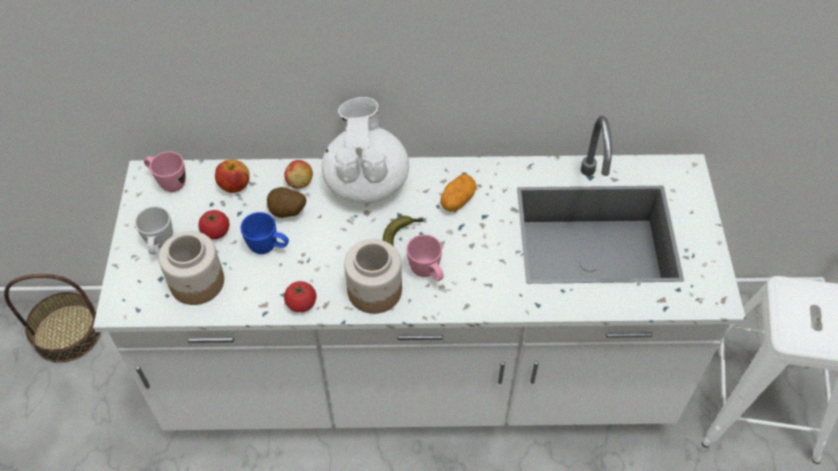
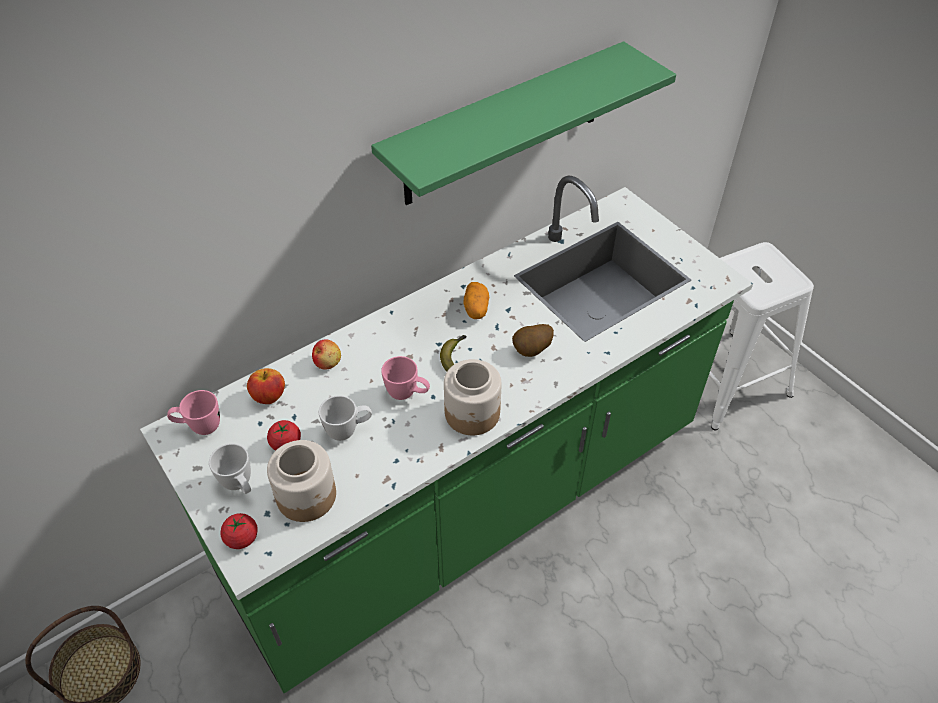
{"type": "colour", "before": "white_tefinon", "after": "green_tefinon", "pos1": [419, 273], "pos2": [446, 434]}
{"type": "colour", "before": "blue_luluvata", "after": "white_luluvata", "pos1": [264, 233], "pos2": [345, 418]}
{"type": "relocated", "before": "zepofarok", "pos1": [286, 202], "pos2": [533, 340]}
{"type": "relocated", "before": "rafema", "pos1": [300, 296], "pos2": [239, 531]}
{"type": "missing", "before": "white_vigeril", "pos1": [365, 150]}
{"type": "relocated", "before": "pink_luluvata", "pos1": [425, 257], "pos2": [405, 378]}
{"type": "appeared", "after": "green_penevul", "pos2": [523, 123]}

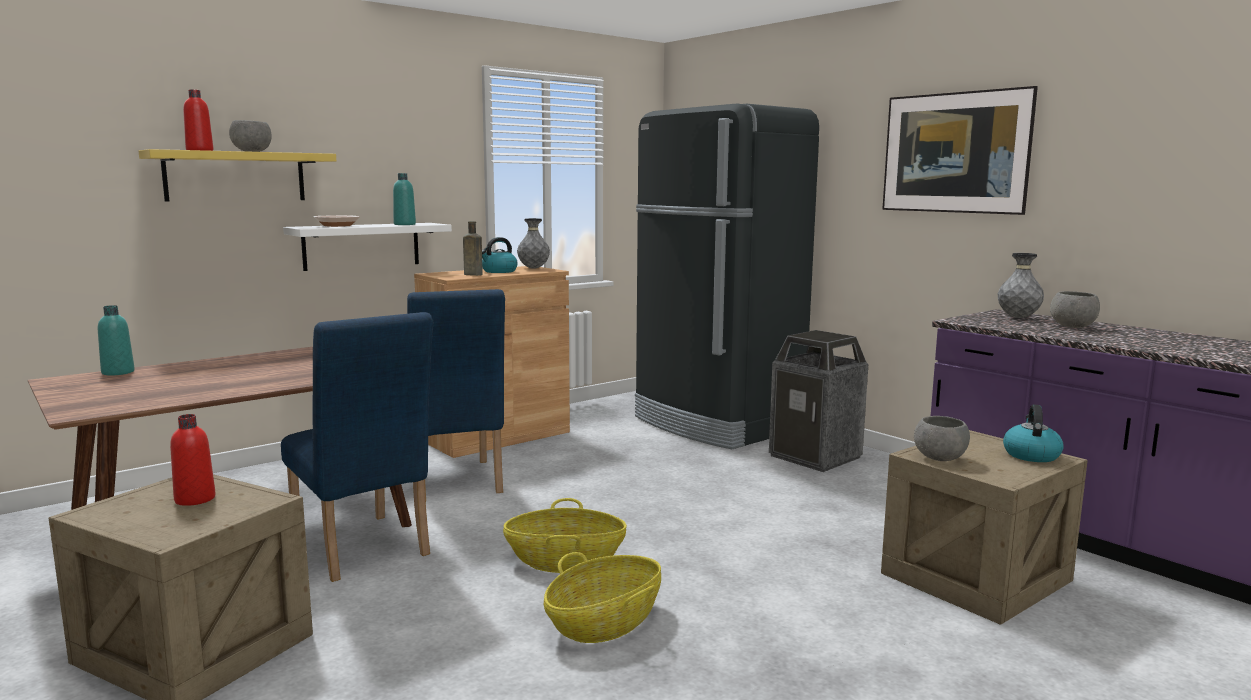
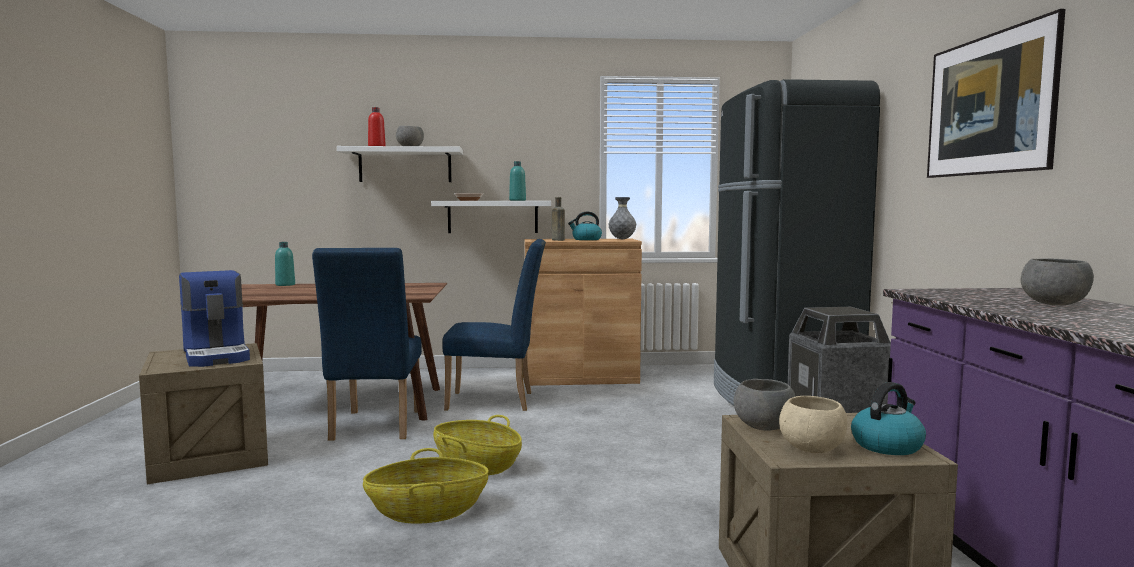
{"type": "colour", "before": "yellow_penevul", "after": "white_penevul", "pos1": [237, 175], "pos2": [400, 164]}
{"type": "exchanged", "before": "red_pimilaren", "after": "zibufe", "pos1": [193, 460], "pos2": [214, 318]}
{"type": "spun", "before": "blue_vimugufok", "pos1": [456, 393], "pos2": [494, 325], "turn": -105}
{"type": "missing", "before": "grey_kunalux", "pos1": [1021, 285]}
{"type": "appeared", "after": "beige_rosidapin", "pos2": [813, 424]}

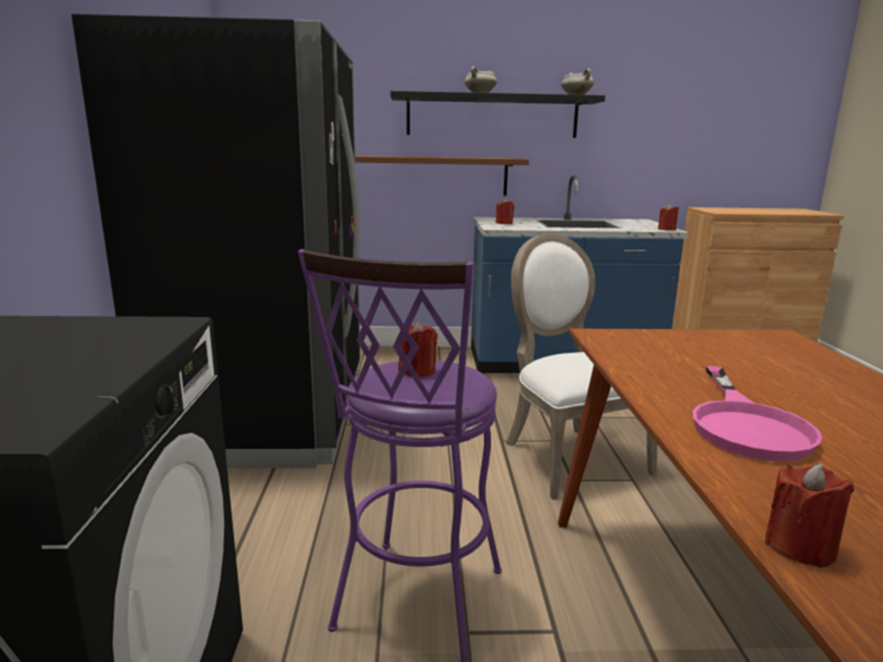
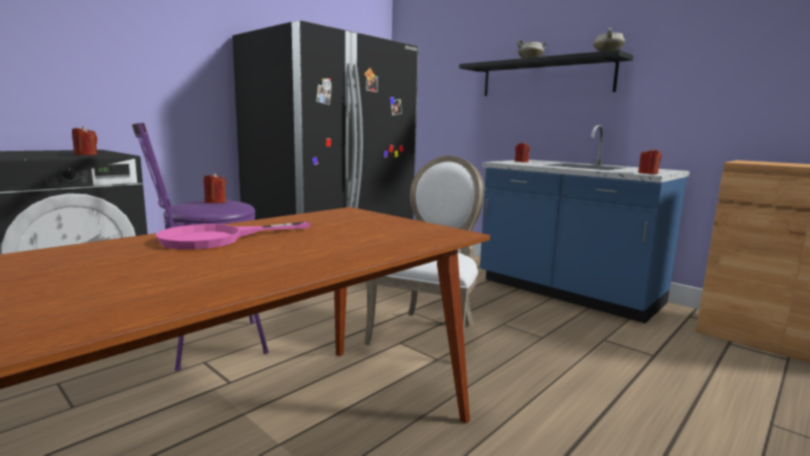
{"type": "missing", "before": "brown_penevul", "pos1": [442, 176]}
{"type": "relocated", "before": "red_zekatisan", "pos1": [809, 516], "pos2": [84, 140]}

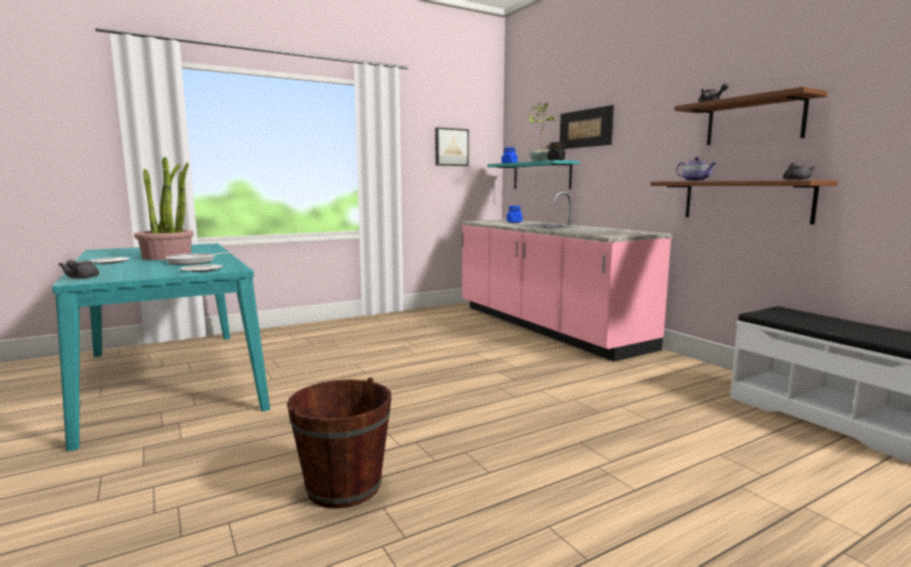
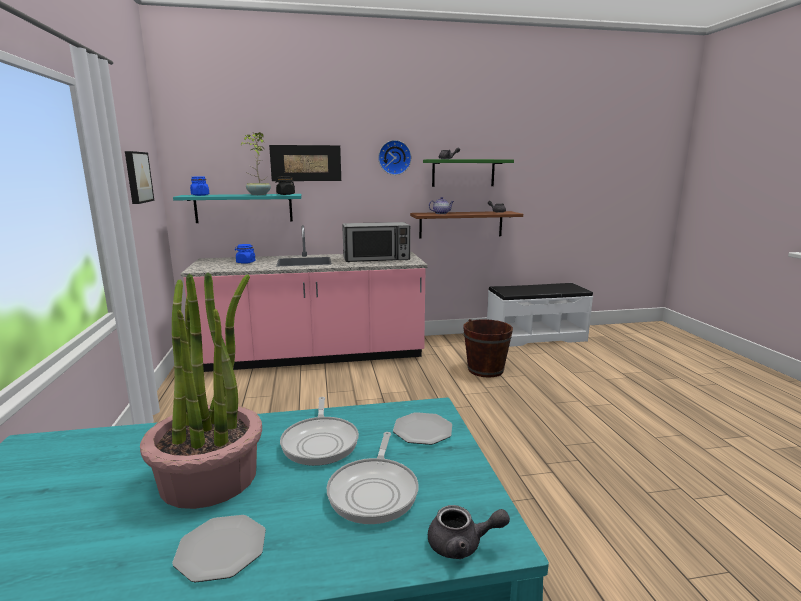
{"type": "relocated", "before": "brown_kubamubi", "pos1": [339, 443], "pos2": [488, 348]}
{"type": "colour", "before": "brown_penevul", "after": "green_penevul", "pos1": [751, 116], "pos2": [468, 173]}
{"type": "appeared", "after": "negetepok", "pos2": [372, 478]}
{"type": "appeared", "after": "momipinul", "pos2": [376, 242]}
{"type": "appeared", "after": "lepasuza", "pos2": [395, 157]}

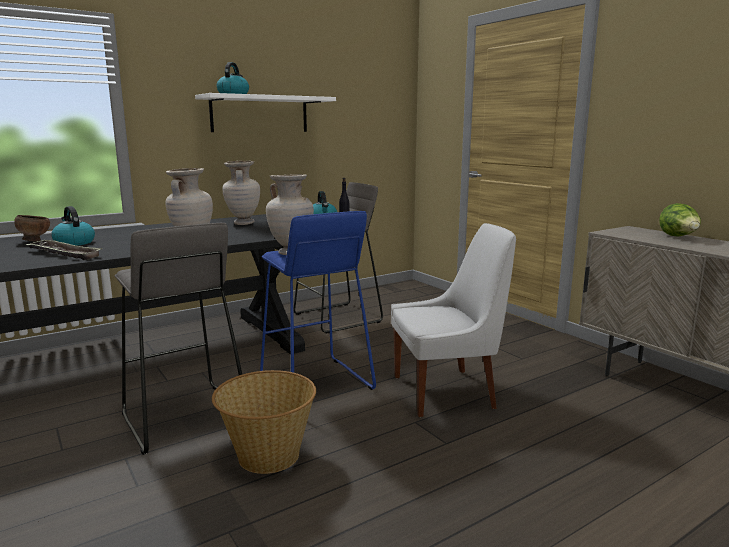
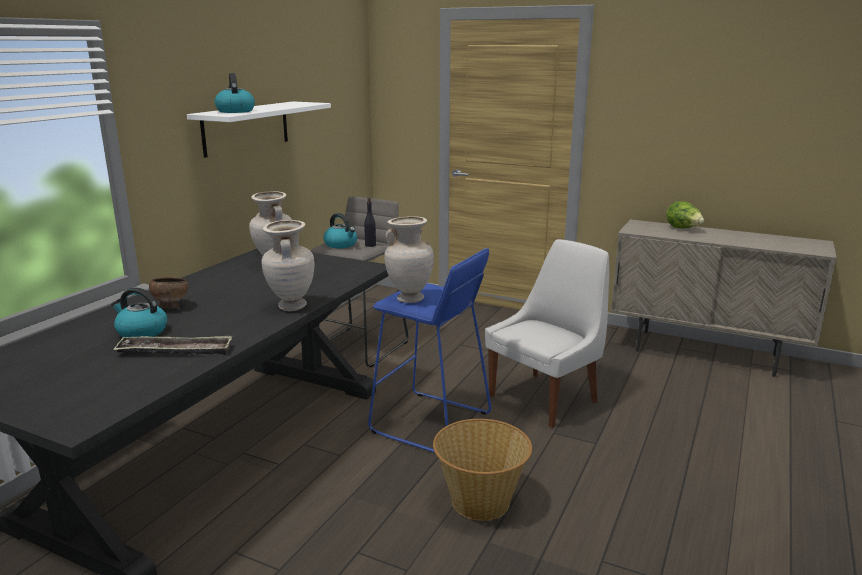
{"type": "relocated", "before": "brown_rosidapin", "pos1": [32, 228], "pos2": [168, 293]}
{"type": "missing", "before": "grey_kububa", "pos1": [178, 338]}

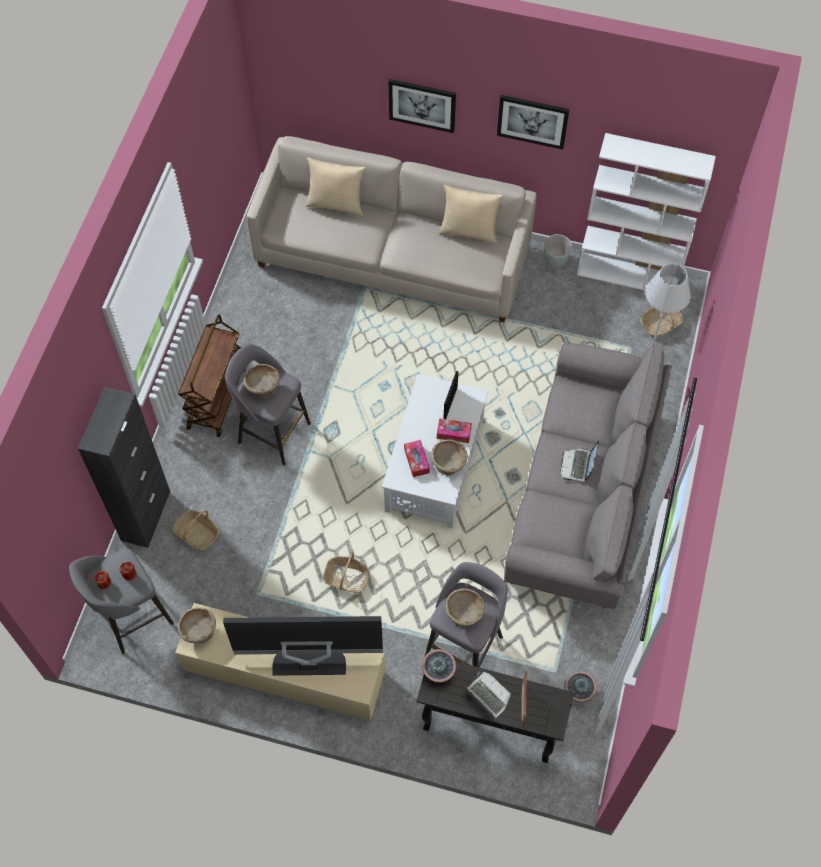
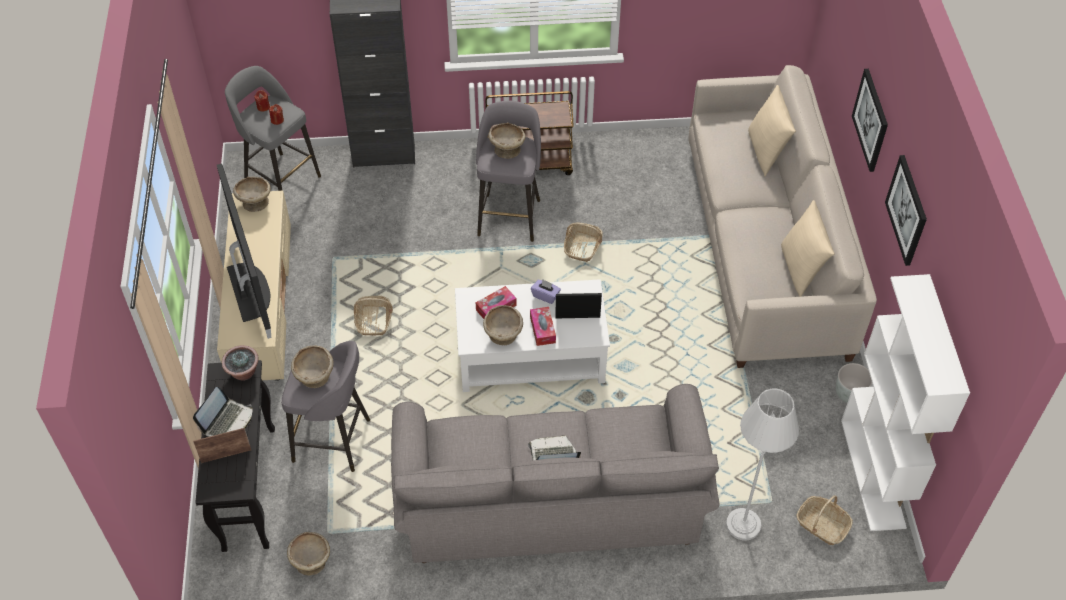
{"type": "relocated", "before": "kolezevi", "pos1": [196, 530], "pos2": [583, 242]}
{"type": "exchanged", "before": "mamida", "after": "beige_rosidapin", "pos1": [581, 686], "pos2": [308, 554]}
{"type": "appeared", "after": "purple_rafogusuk", "pos2": [546, 291]}

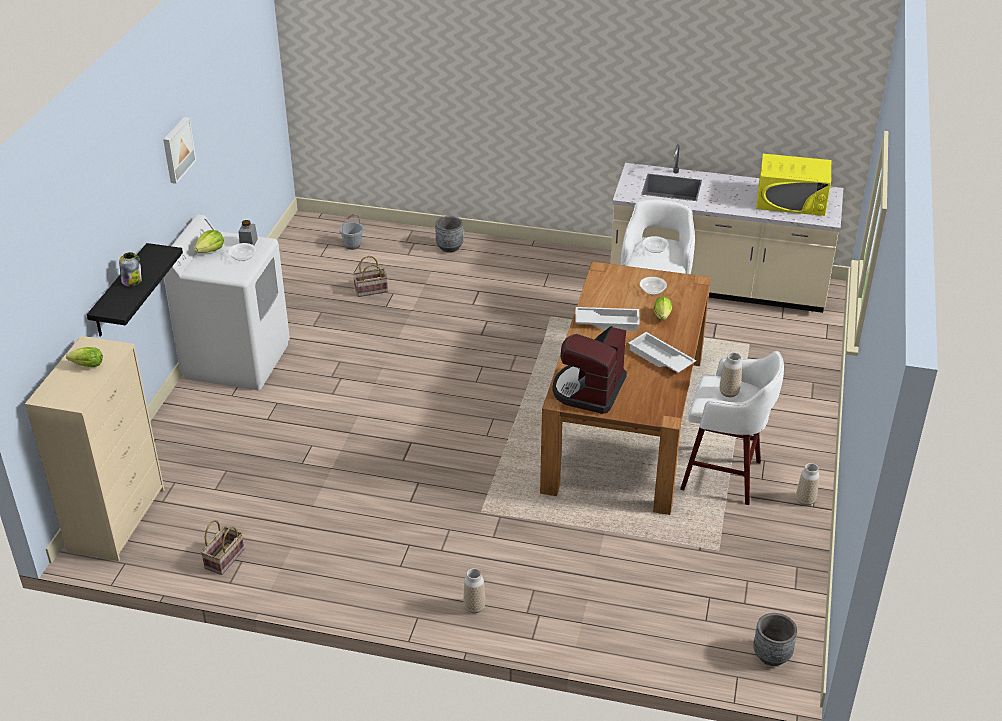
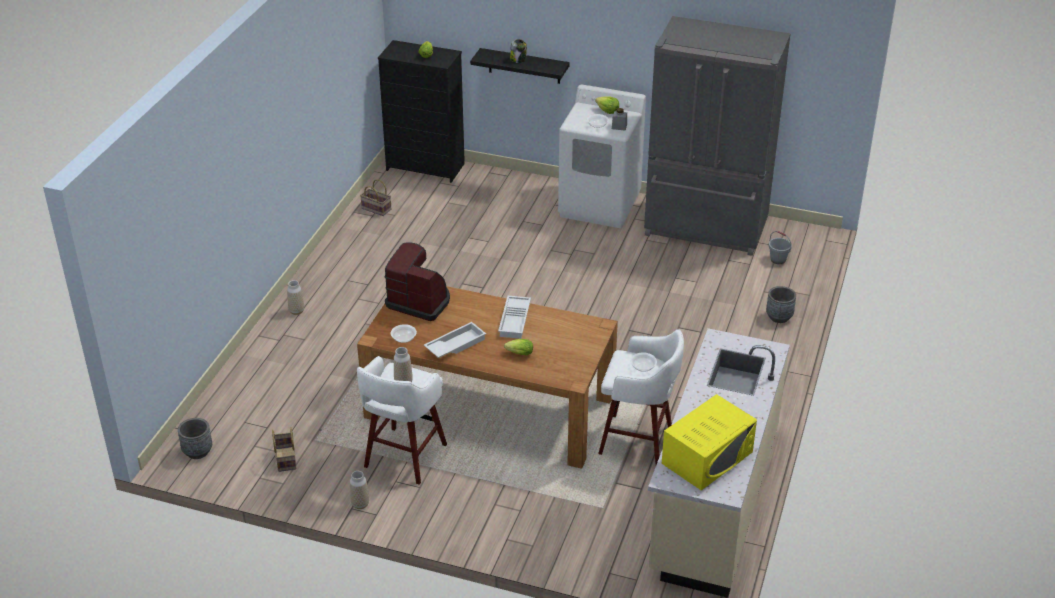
{"type": "colour", "before": "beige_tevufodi", "after": "black_tevufodi", "pos1": [95, 448], "pos2": [421, 111]}
{"type": "missing", "before": "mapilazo", "pos1": [179, 150]}
{"type": "relocated", "before": "kolezevi", "pos1": [370, 276], "pos2": [284, 449]}
{"type": "relocated", "before": "rosidapin", "pos1": [653, 286], "pos2": [404, 333]}
{"type": "spun", "before": "yellow_momipinul", "pos1": [793, 185], "pos2": [709, 442], "turn": -150}
{"type": "appeared", "after": "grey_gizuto", "pos2": [717, 136]}

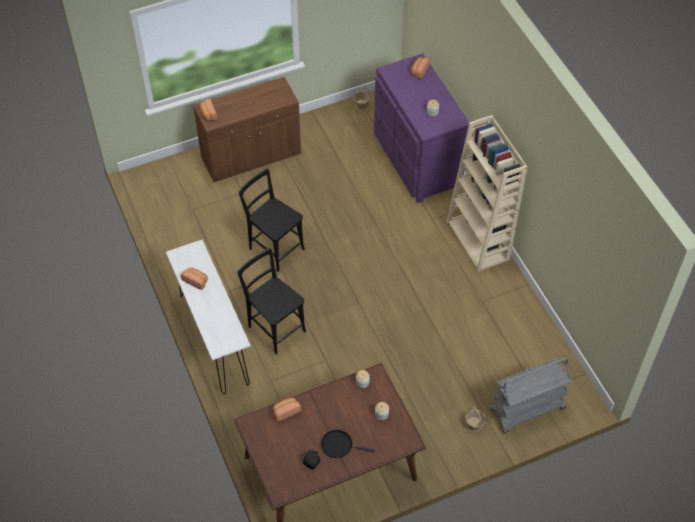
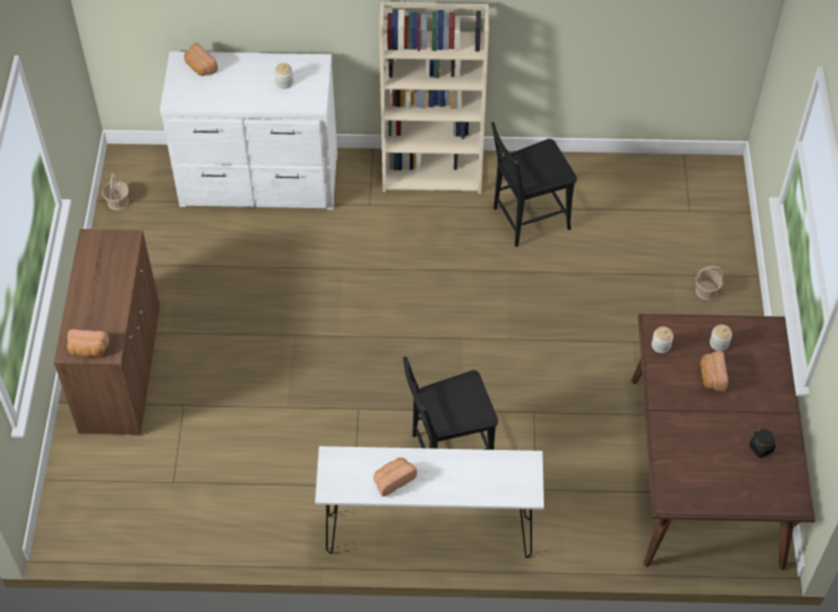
{"type": "relocated", "before": "black_vimugufok", "pos1": [272, 220], "pos2": [534, 184]}
{"type": "relocated", "before": "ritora", "pos1": [286, 409], "pos2": [714, 371]}
{"type": "missing", "before": "black_negetepok", "pos1": [348, 444]}
{"type": "colour", "before": "purple_tevufodi", "after": "white_tevufodi", "pos1": [421, 128], "pos2": [249, 130]}
{"type": "missing", "before": "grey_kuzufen", "pos1": [531, 395]}

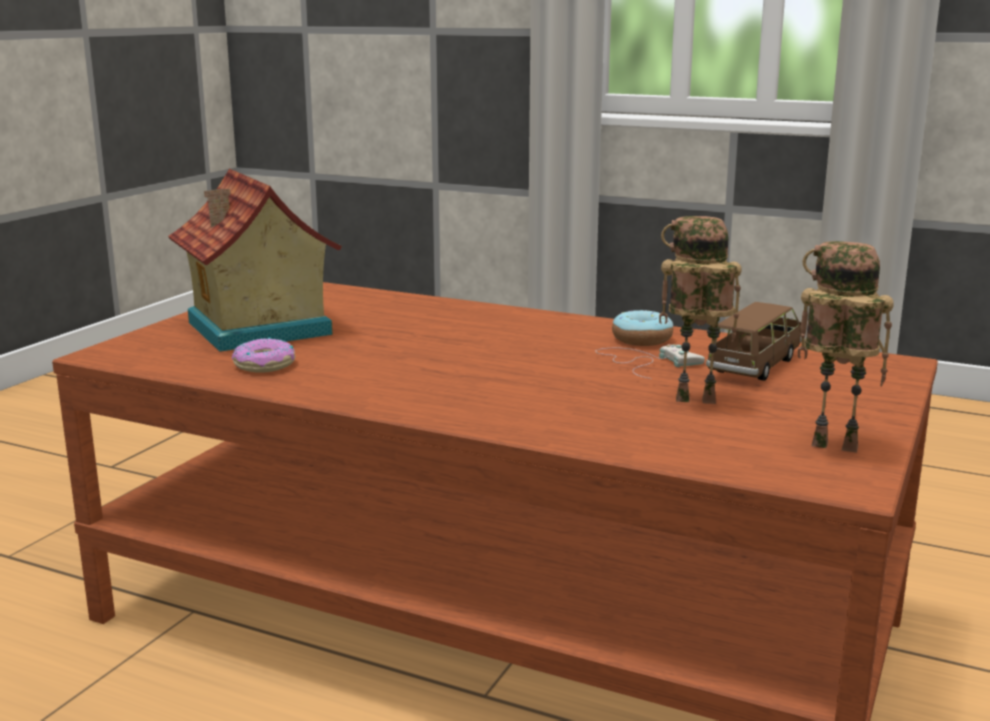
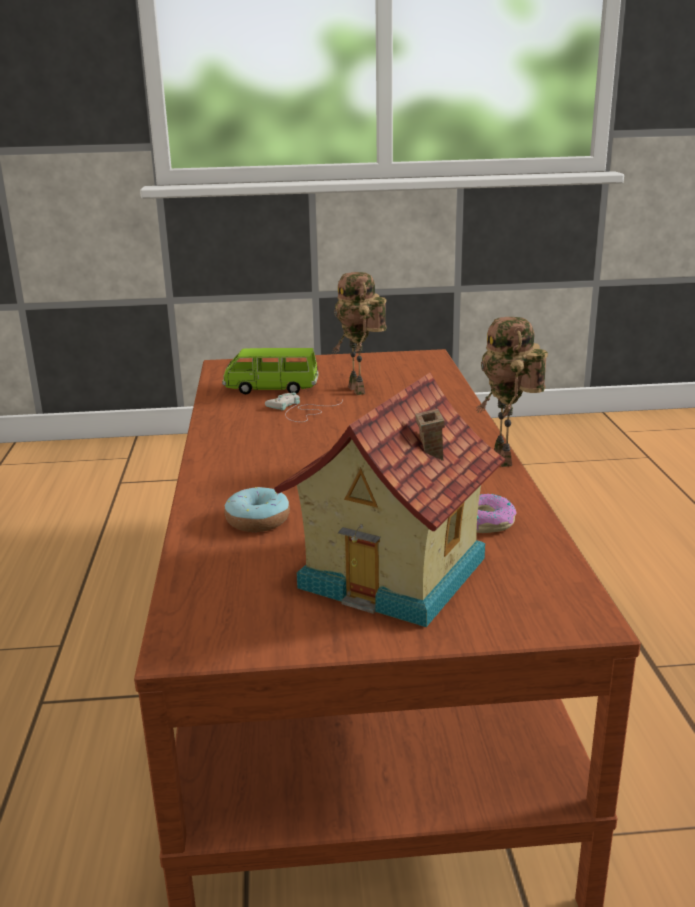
{"type": "relocated", "before": "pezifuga", "pos1": [642, 328], "pos2": [257, 509]}
{"type": "colour", "before": "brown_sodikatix", "after": "green_sodikatix", "pos1": [753, 341], "pos2": [270, 371]}
{"type": "relocated", "before": "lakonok", "pos1": [846, 347], "pos2": [512, 392]}

